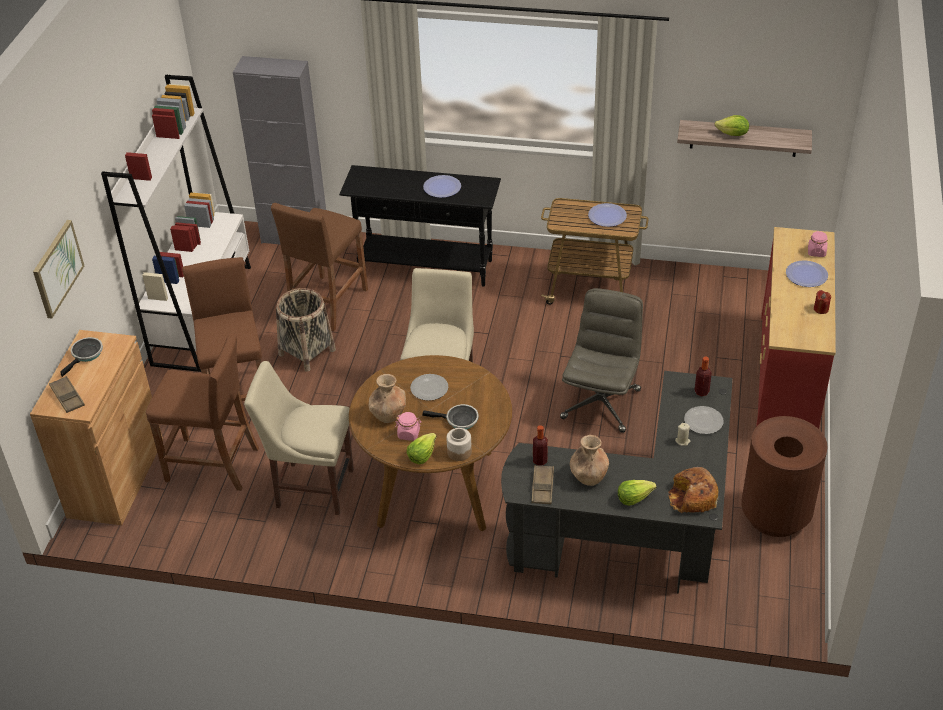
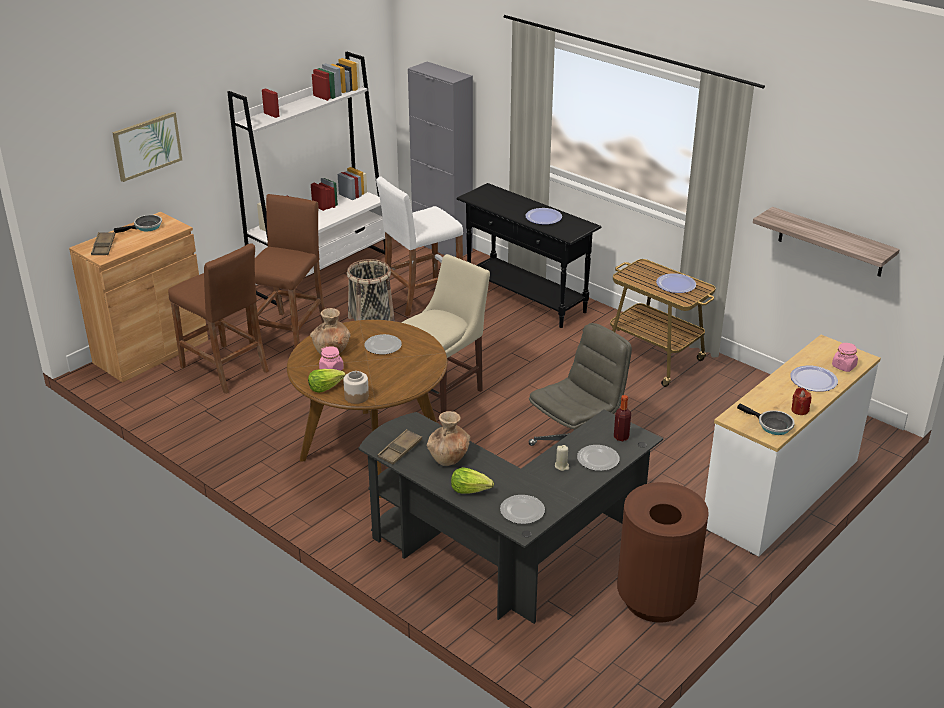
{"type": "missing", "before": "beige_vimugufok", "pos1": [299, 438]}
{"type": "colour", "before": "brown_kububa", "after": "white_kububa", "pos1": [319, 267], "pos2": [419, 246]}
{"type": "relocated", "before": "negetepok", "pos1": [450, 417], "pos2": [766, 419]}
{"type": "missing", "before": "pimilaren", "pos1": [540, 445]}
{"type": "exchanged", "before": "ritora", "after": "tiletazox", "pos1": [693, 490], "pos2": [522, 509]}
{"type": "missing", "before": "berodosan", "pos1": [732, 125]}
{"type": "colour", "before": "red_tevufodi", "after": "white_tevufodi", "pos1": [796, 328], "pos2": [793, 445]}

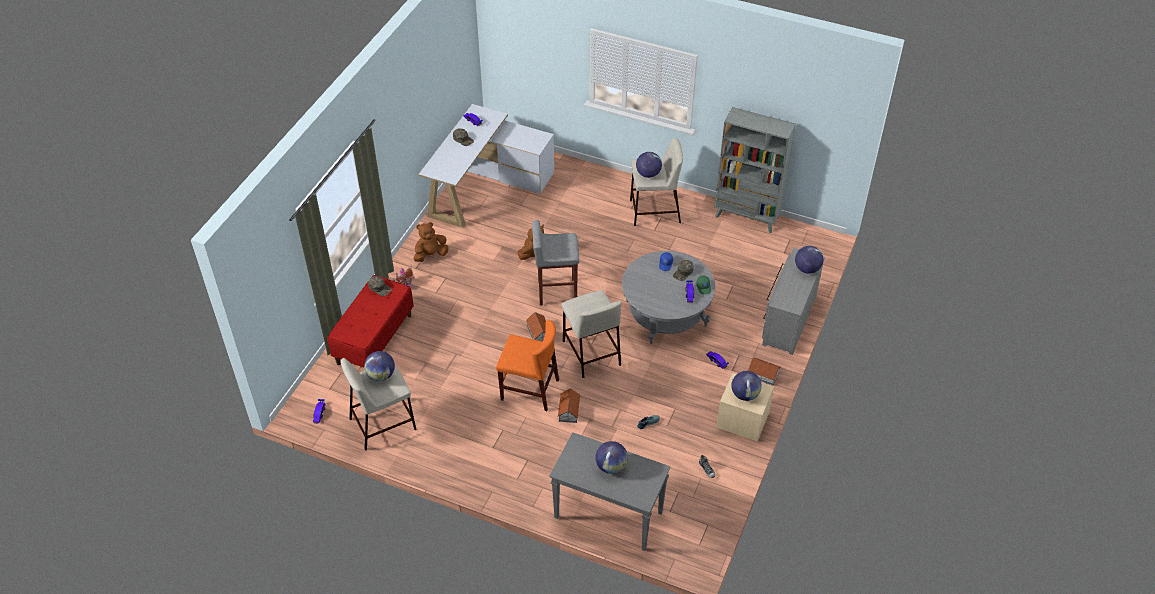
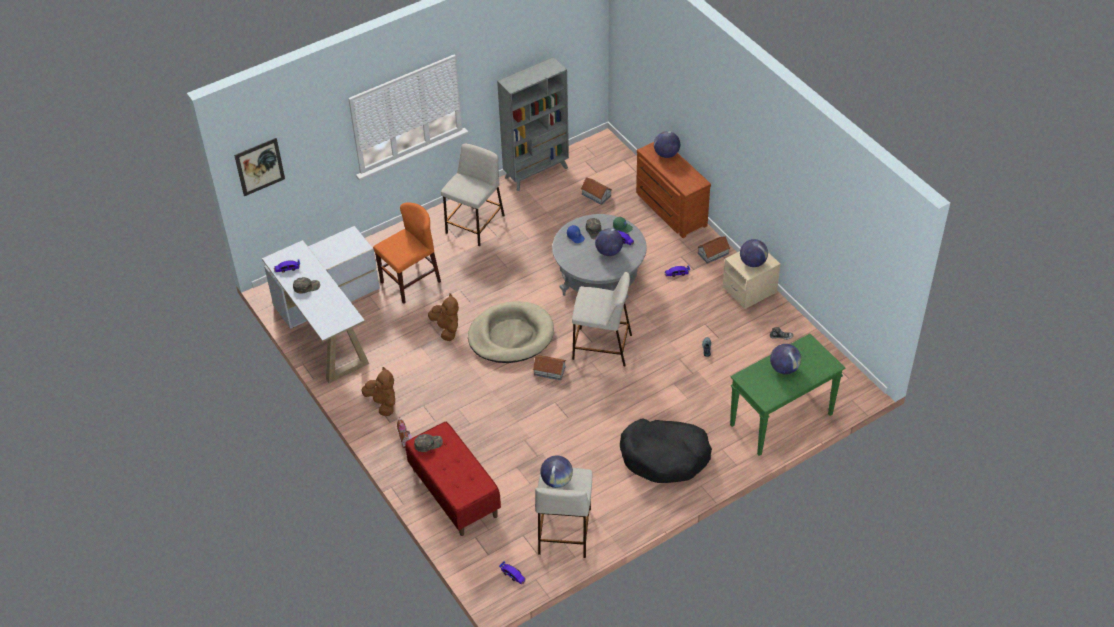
{"type": "spun", "before": "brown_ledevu", "pos1": [431, 242], "pos2": [378, 391], "turn": 135}
{"type": "relocated", "before": "orange_vimugufok", "pos1": [527, 365], "pos2": [407, 253]}
{"type": "exchanged", "before": "grey_kububa", "after": "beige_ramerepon", "pos1": [556, 262], "pos2": [511, 332]}
{"type": "colour", "before": "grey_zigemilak", "after": "green_zigemilak", "pos1": [610, 491], "pos2": [787, 395]}
{"type": "relocated", "before": "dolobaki", "pos1": [569, 405], "pos2": [596, 191]}
{"type": "relocated", "before": "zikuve", "pos1": [649, 165], "pos2": [609, 242]}
{"type": "colour", "before": "grey_tevufodi", "after": "brown_tevufodi", "pos1": [793, 301], "pos2": [673, 190]}
{"type": "appeared", "after": "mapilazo", "pos2": [259, 167]}
{"type": "appeared", "after": "black_ramerepon", "pos2": [666, 450]}

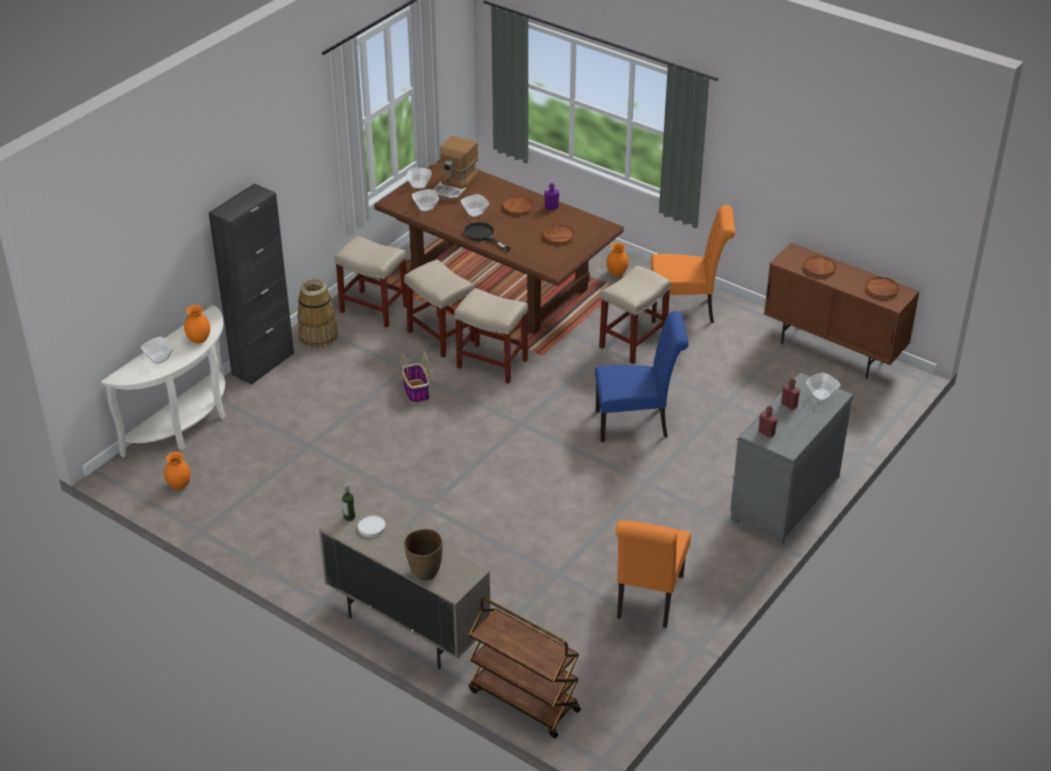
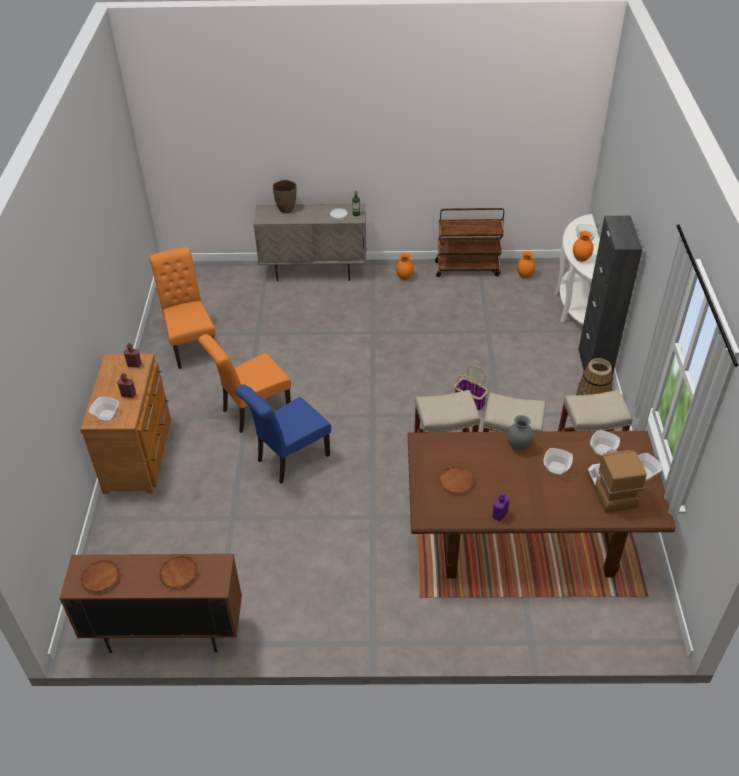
{"type": "exchanged", "before": "black_negetepok", "after": "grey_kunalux", "pos1": [487, 236], "pos2": [520, 432]}
{"type": "relocated", "before": "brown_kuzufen", "pos1": [525, 667], "pos2": [469, 242]}
{"type": "missing", "before": "brown_tiletazox", "pos1": [518, 205]}
{"type": "missing", "before": "beige_kububa", "pos1": [635, 314]}
{"type": "relocated", "before": "orange_kunalux", "pos1": [617, 259], "pos2": [405, 266]}
{"type": "relocated", "before": "orange_vimugufok", "pos1": [693, 264], "pos2": [244, 383]}
{"type": "colour", "before": "grey_tevufodi", "after": "brown_tevufodi", "pos1": [791, 458], "pos2": [125, 424]}

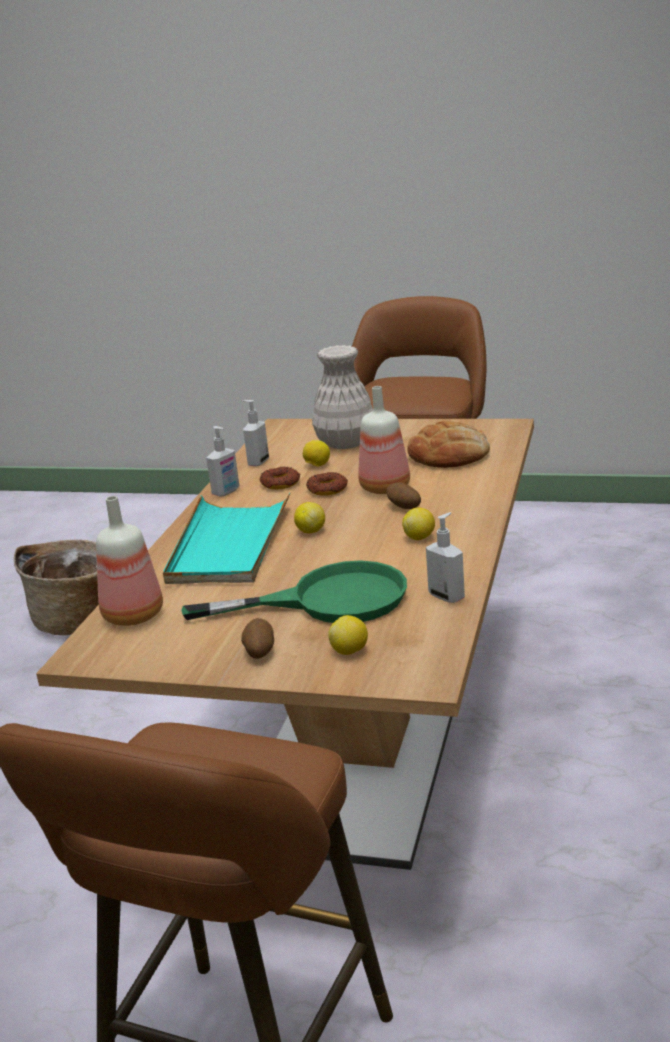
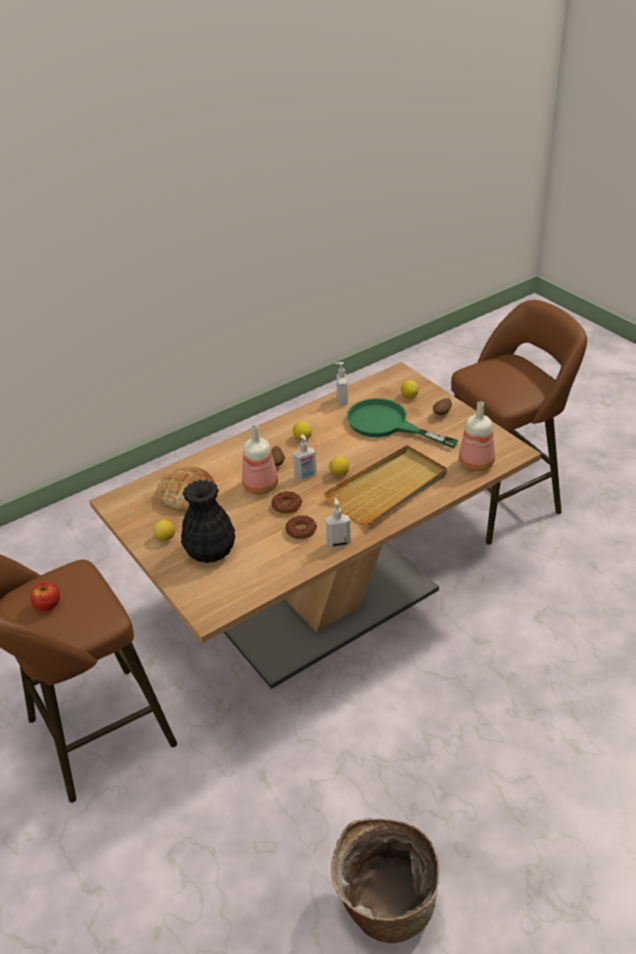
{"type": "colour", "before": "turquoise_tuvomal", "after": "beige_tuvomal", "pos1": [226, 538], "pos2": [385, 485]}
{"type": "relocated", "before": "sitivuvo", "pos1": [256, 433], "pos2": [305, 456]}
{"type": "relocated", "before": "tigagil", "pos1": [316, 453], "pos2": [164, 530]}
{"type": "colour", "before": "white_kunalux", "after": "black_kunalux", "pos1": [342, 397], "pos2": [208, 521]}
{"type": "appeared", "after": "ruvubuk", "pos2": [45, 597]}

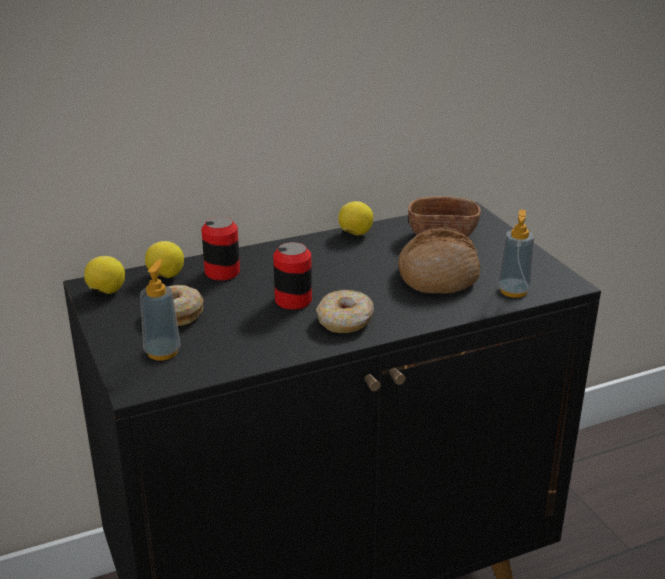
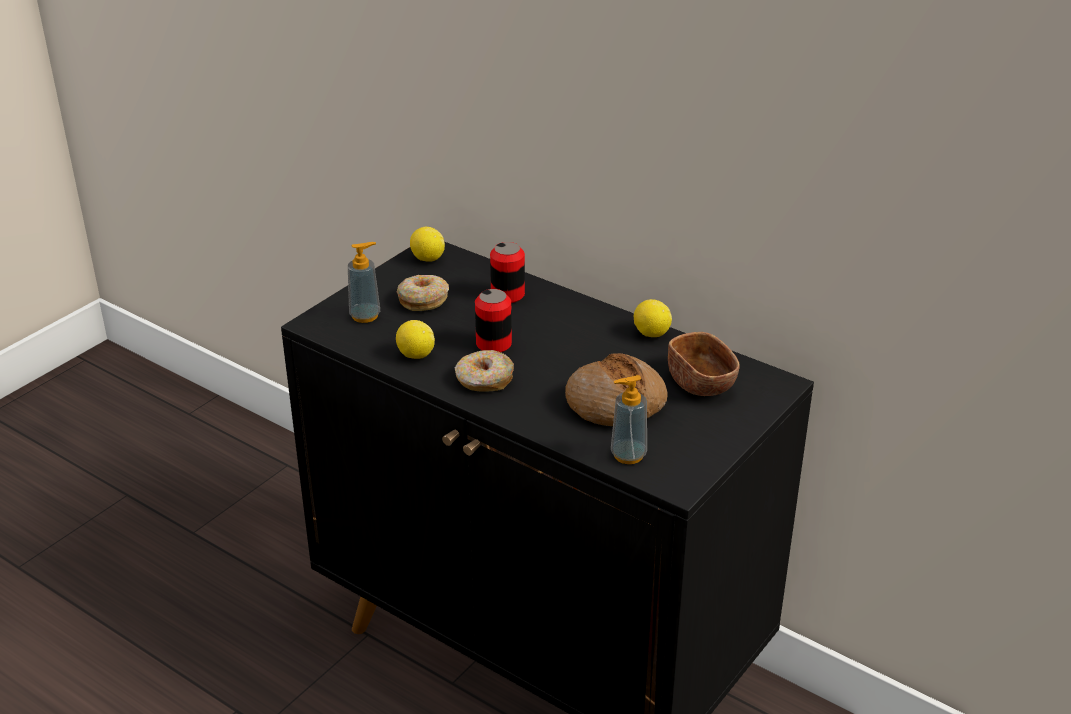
{"type": "relocated", "before": "tigagil", "pos1": [164, 259], "pos2": [415, 339]}

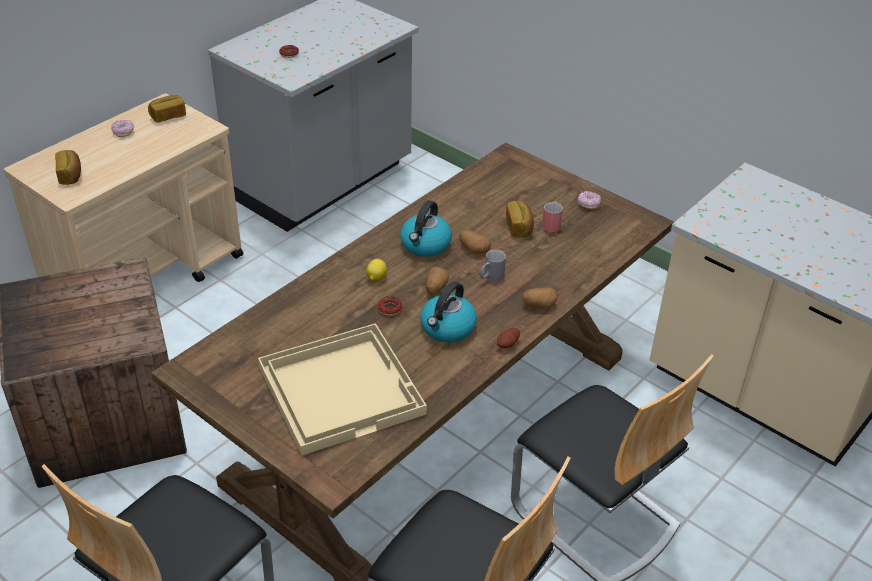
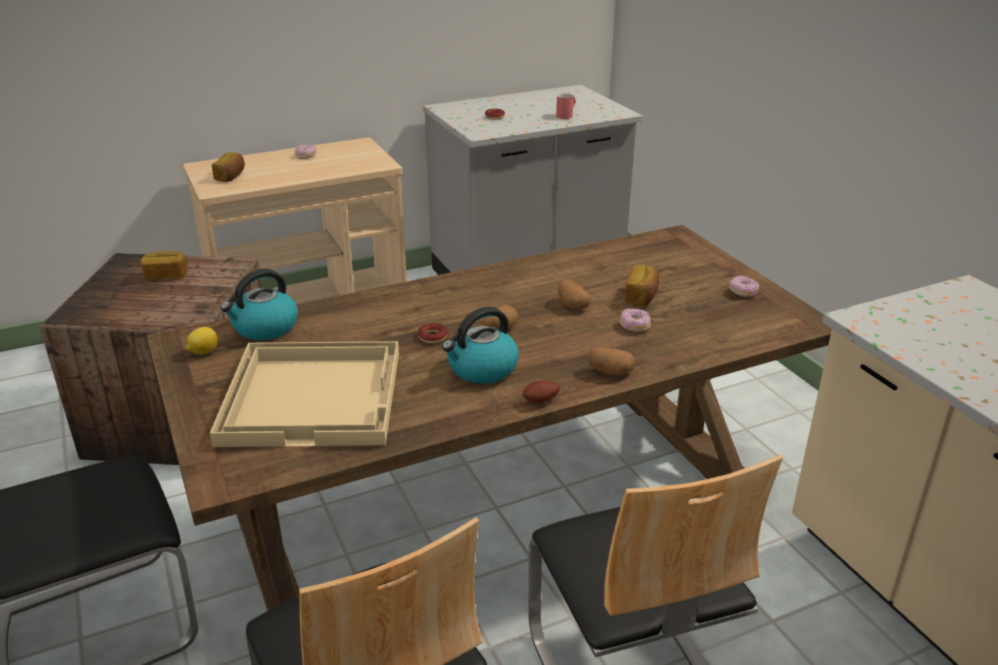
{"type": "relocated", "before": "ritora", "pos1": [167, 109], "pos2": [164, 265]}
{"type": "relocated", "before": "tigagil", "pos1": [376, 270], "pos2": [202, 341]}
{"type": "relocated", "before": "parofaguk", "pos1": [426, 228], "pos2": [259, 304]}
{"type": "missing", "before": "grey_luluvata", "pos1": [492, 266]}
{"type": "relocated", "before": "red_luluvata", "pos1": [552, 216], "pos2": [566, 106]}
{"type": "appeared", "after": "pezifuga", "pos2": [635, 320]}

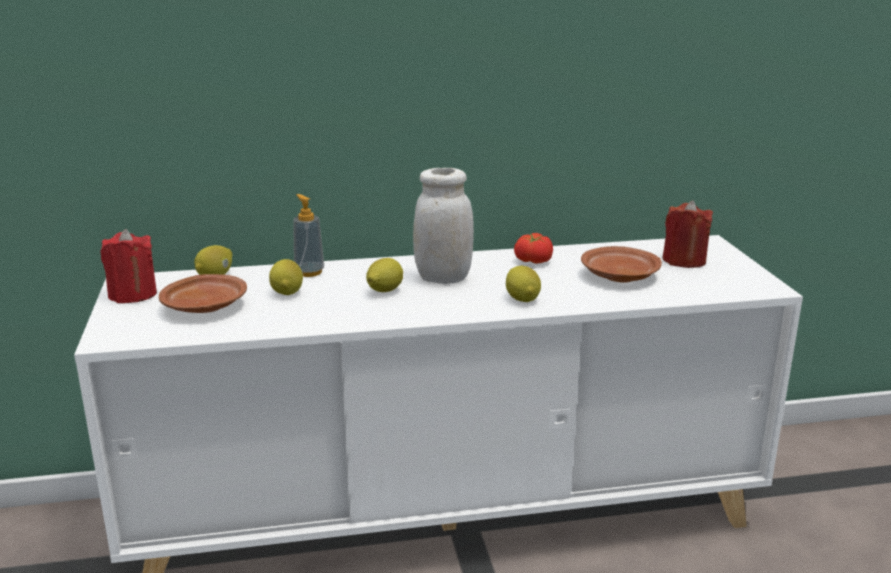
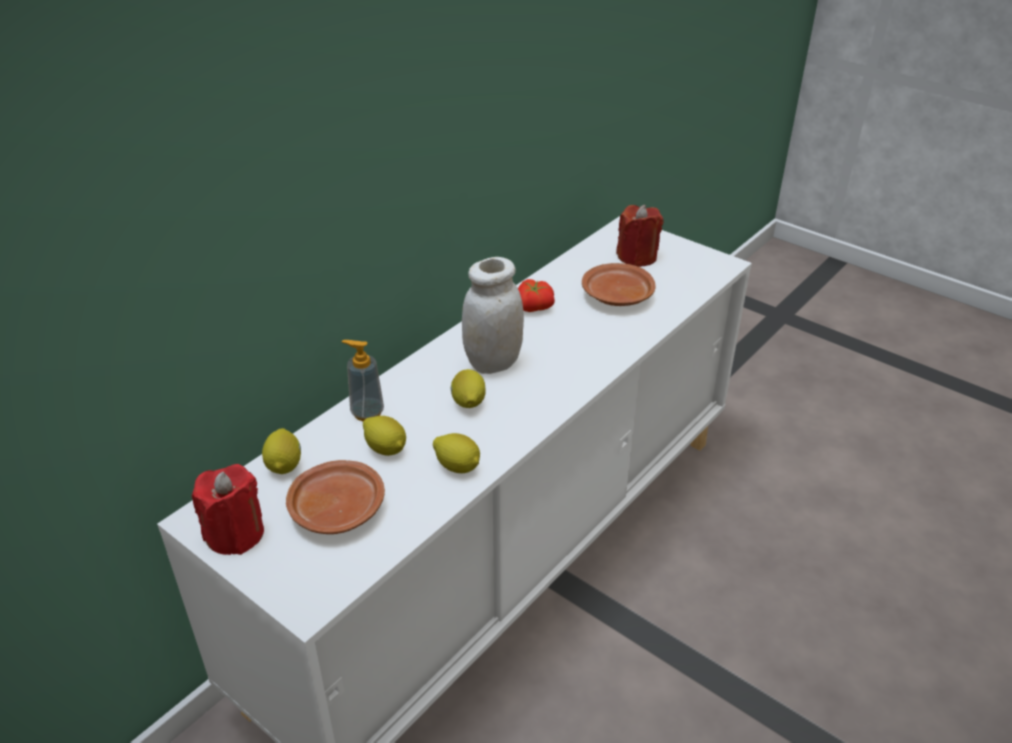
{"type": "relocated", "before": "tigagil", "pos1": [523, 284], "pos2": [456, 453]}

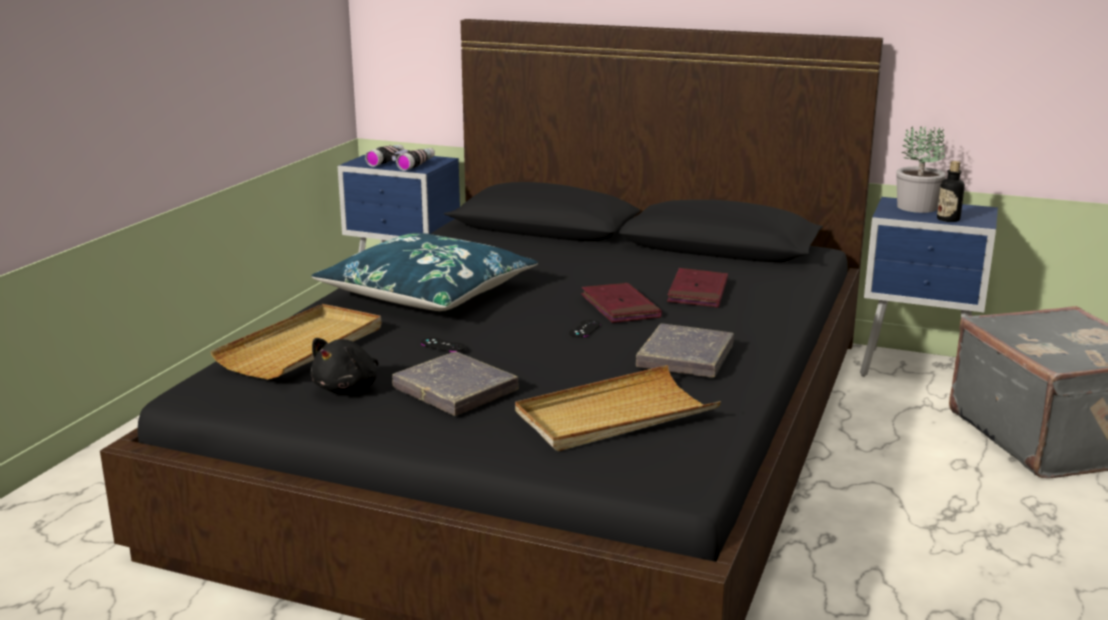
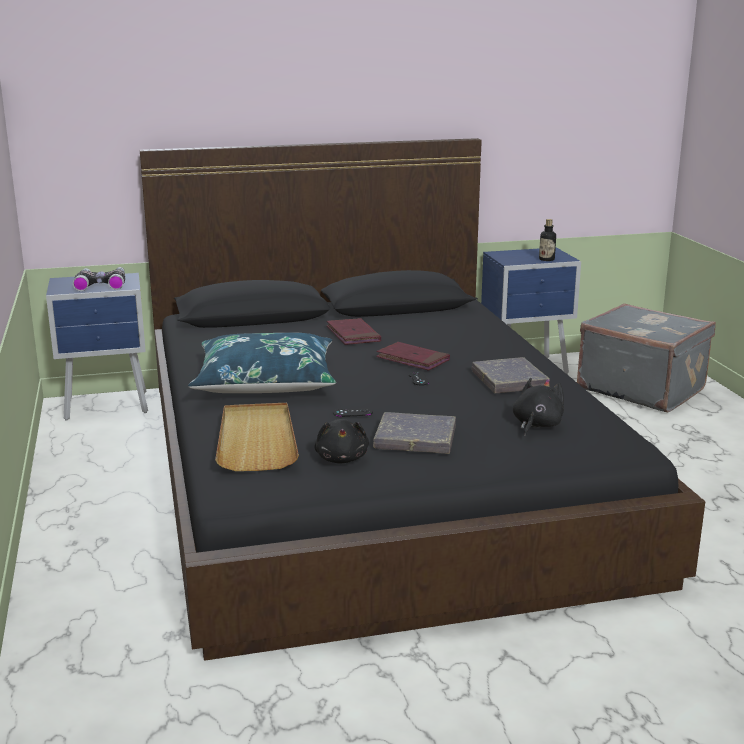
{"type": "exchanged", "before": "beige_tuvomal", "after": "black_ledevu", "pos1": [618, 408], "pos2": [538, 407]}
{"type": "relocated", "before": "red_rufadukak", "pos1": [697, 287], "pos2": [354, 331]}
{"type": "missing", "before": "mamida", "pos1": [921, 169]}

